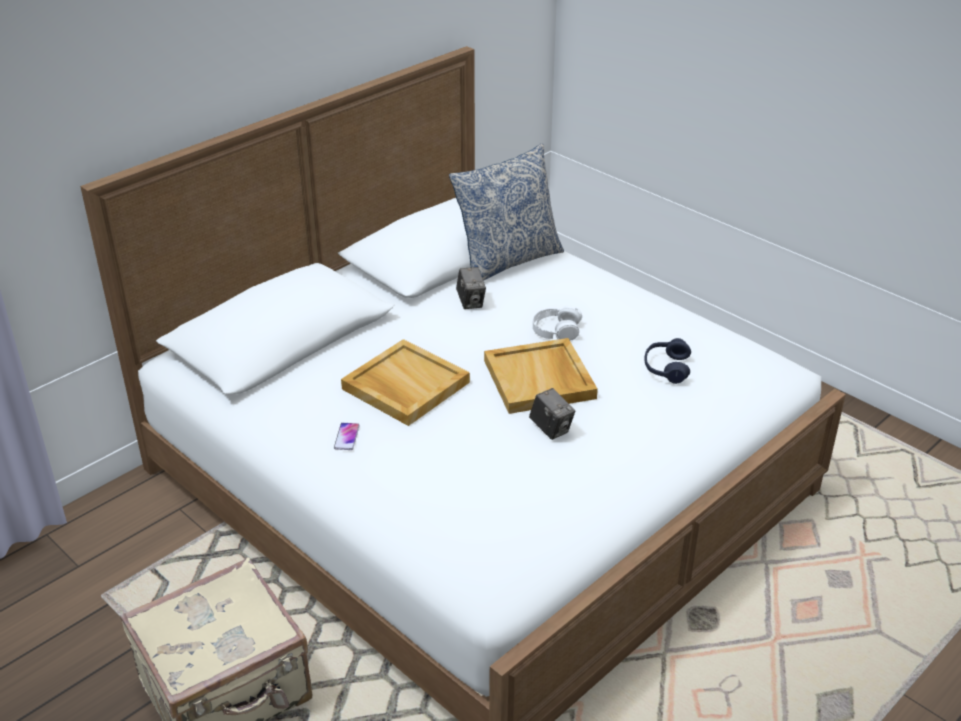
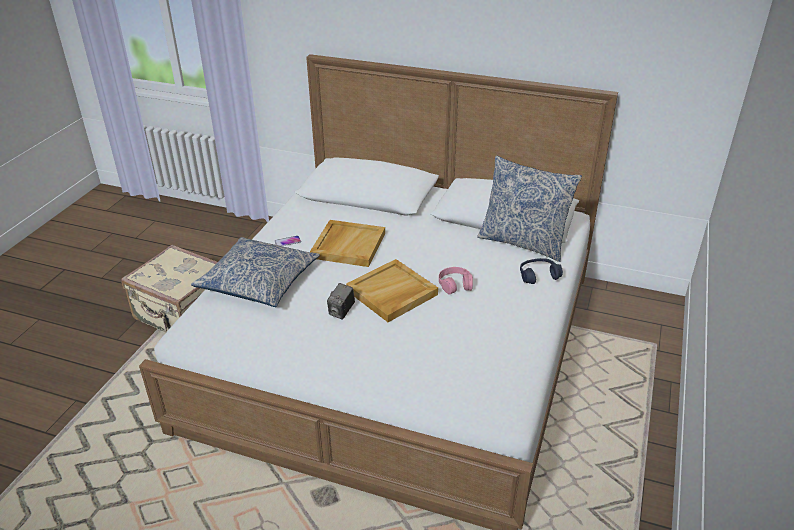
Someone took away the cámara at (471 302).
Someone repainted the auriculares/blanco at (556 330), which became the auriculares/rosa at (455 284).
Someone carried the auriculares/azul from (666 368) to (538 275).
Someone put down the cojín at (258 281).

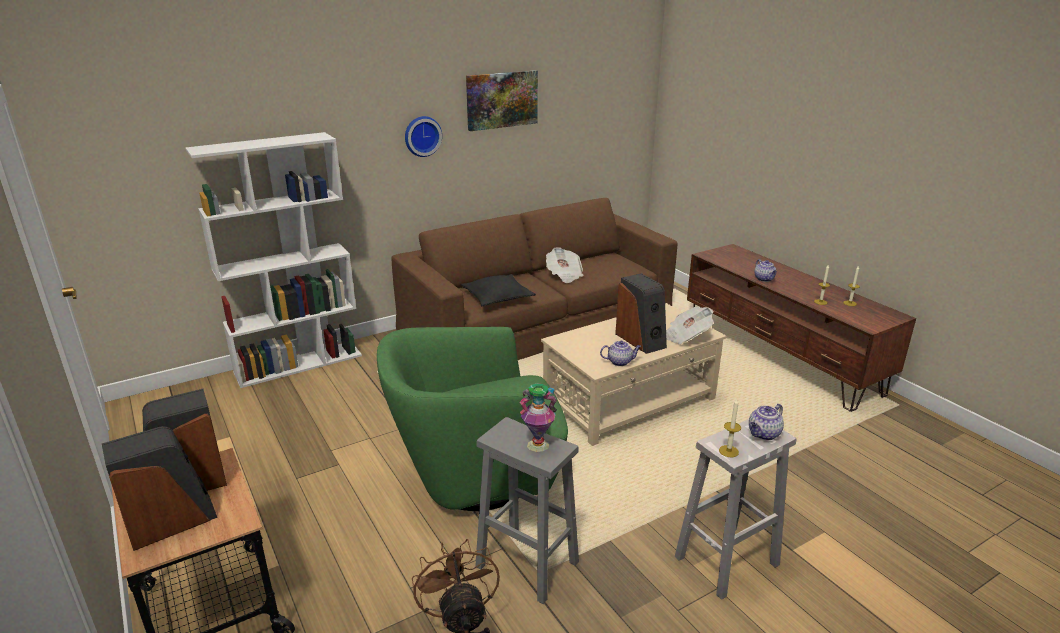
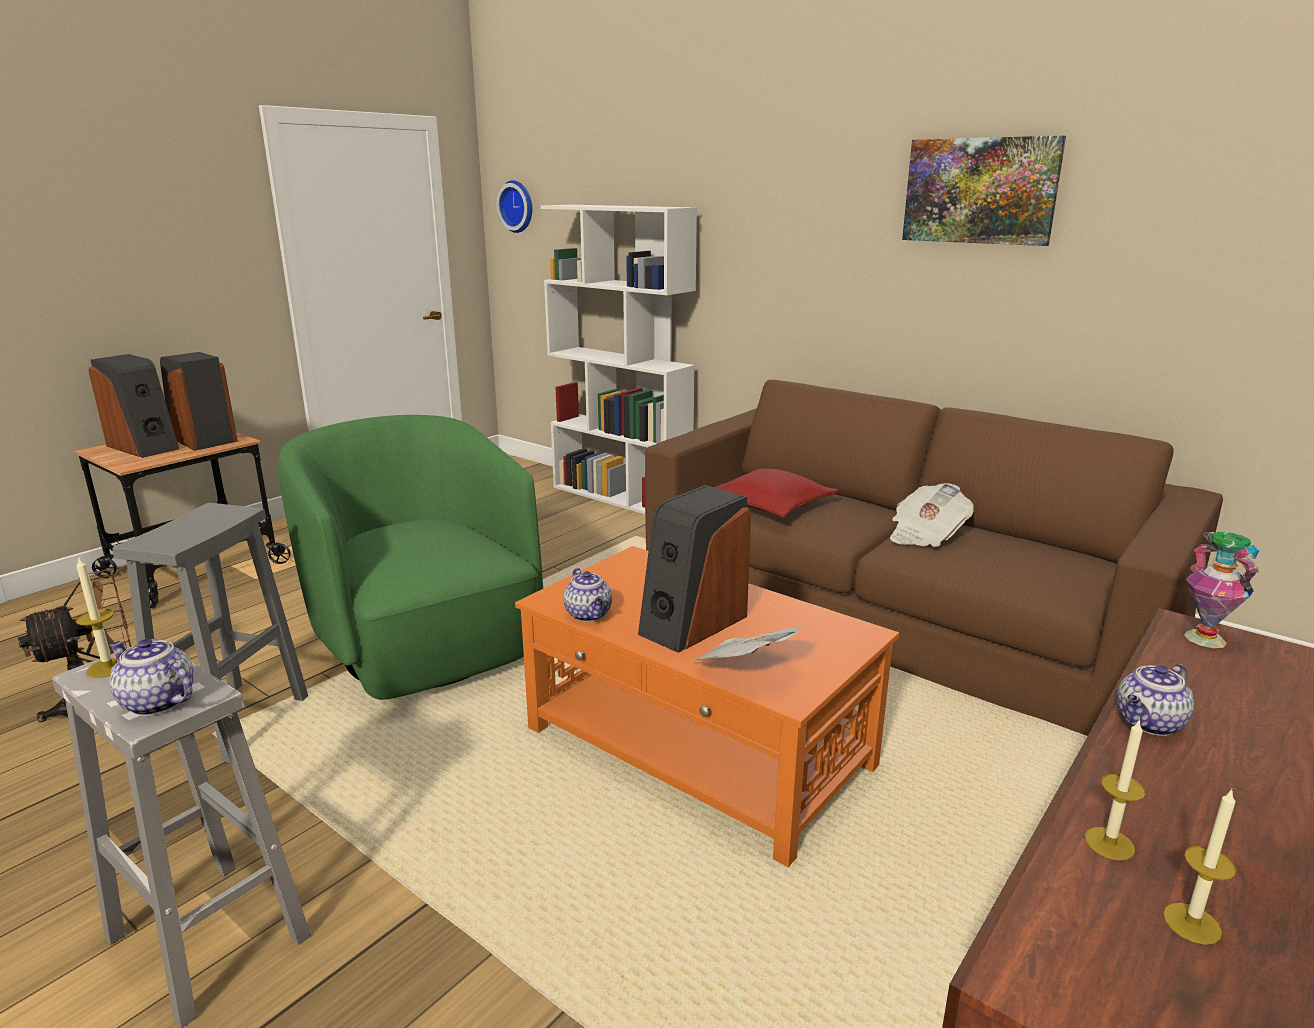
Someone carried the reloj de pared from (422 136) to (518 206).
Someone repainted the cojín/negro at (497 297), which became the cojín/rojo at (770 505).
Someone carried the florero from (538 445) to (1205 639).
Someone repainted the mesa de centro/beis at (630 400), which became the mesa de centro/naranja at (698 747).

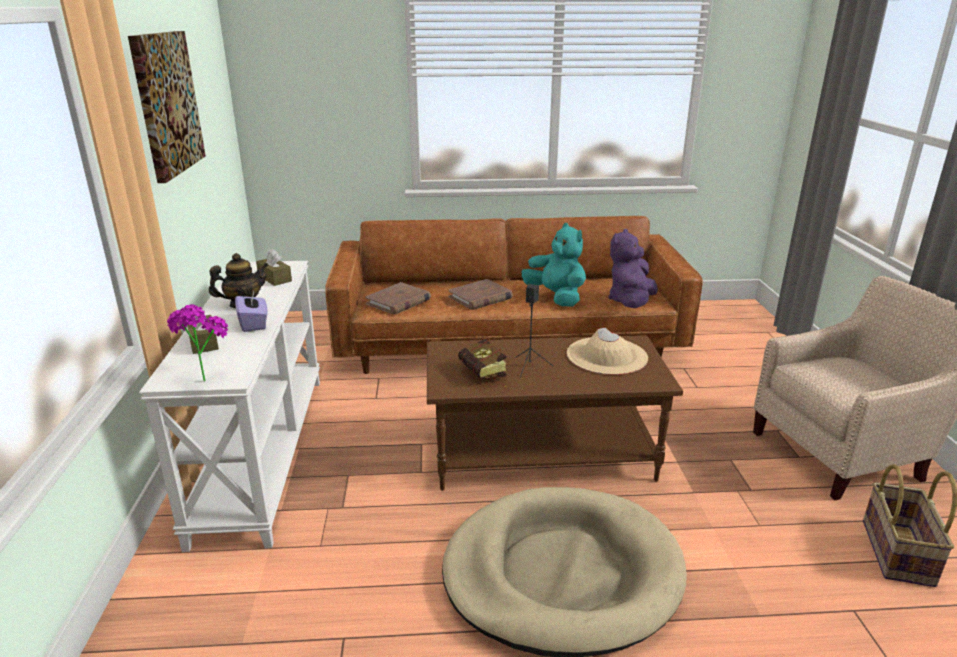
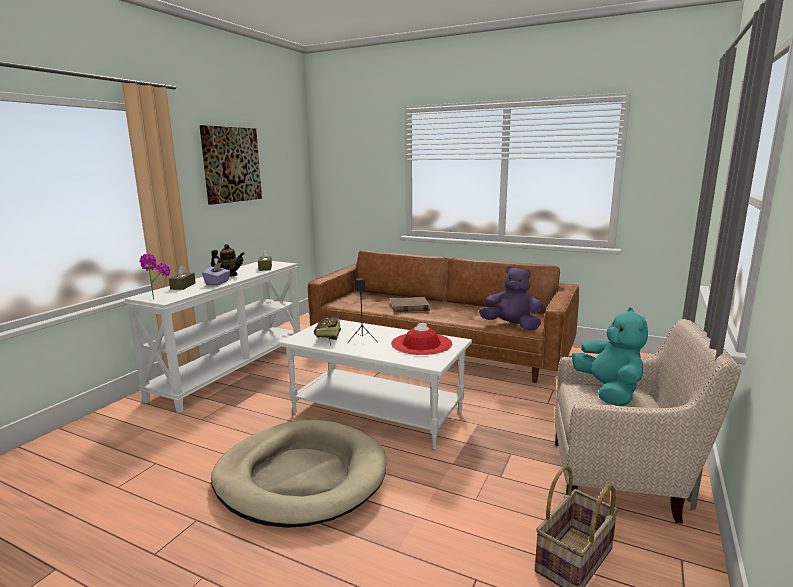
Someone took away the libro/marrón at (398 301).
Someone repainted the mesa de centro/marrón at (543 454), which became the mesa de centro/blanco at (378 412).
Someone carried the peluche/turquesa from (556 297) to (608 392).
Someone repainted the sombrero/beis at (606 356), which became the sombrero/rojo at (421 344).
Someone rotated the peluche/morado at (631 302) by 60 degrees clockwise.

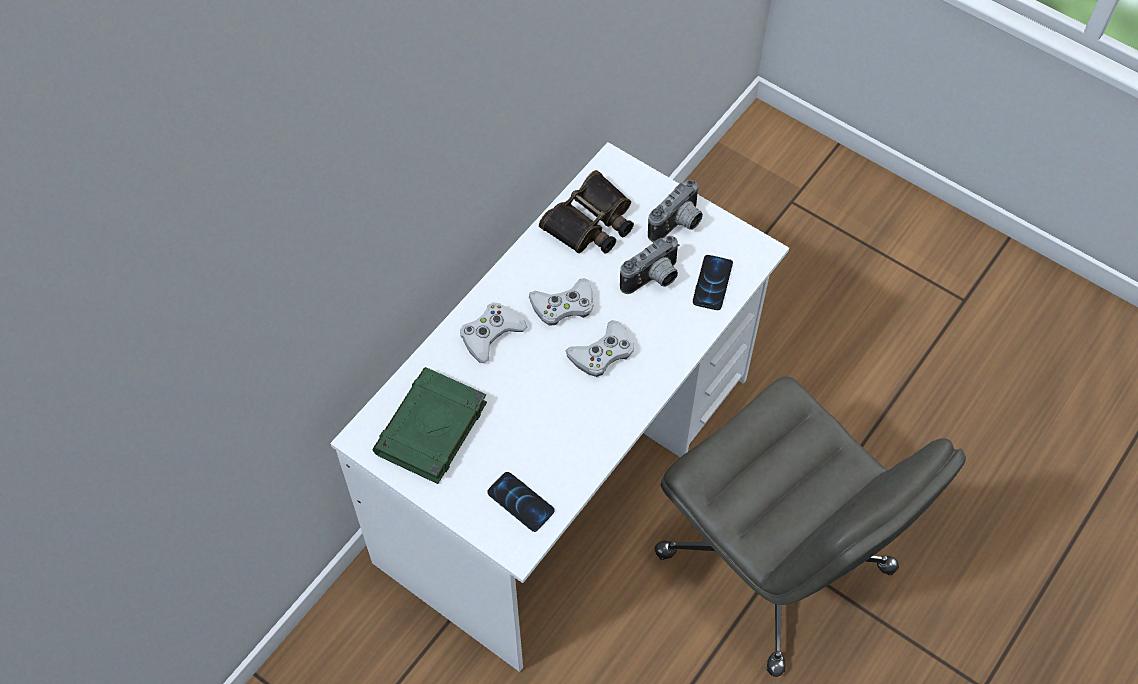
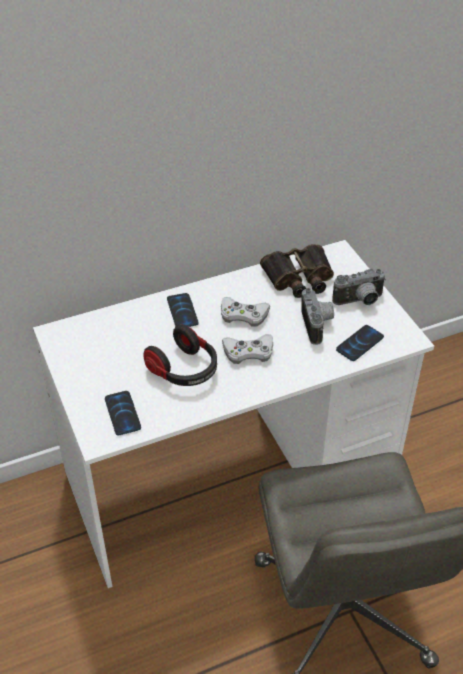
Someone took away the libro/verde at (431 430).
Someone swapped the mando de consola/blanco at (491 334) for the móvil at (182 311).
Someone rotated the cámara at (653 280) by 90 degrees counterclockwise.
Someone put down the auriculares at (184 370).

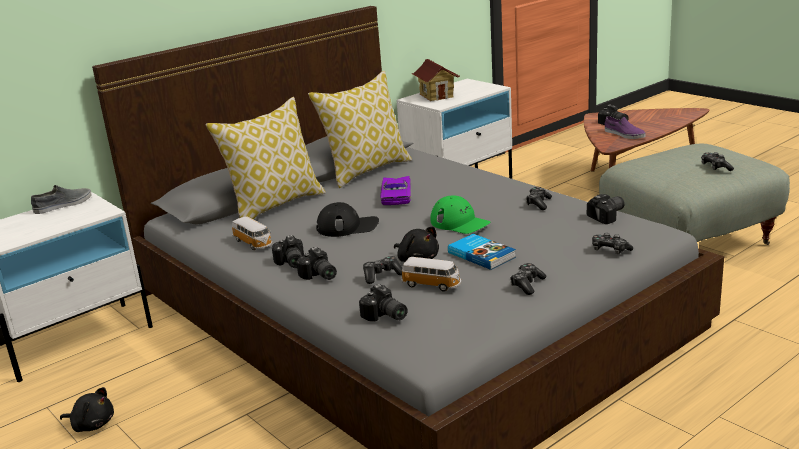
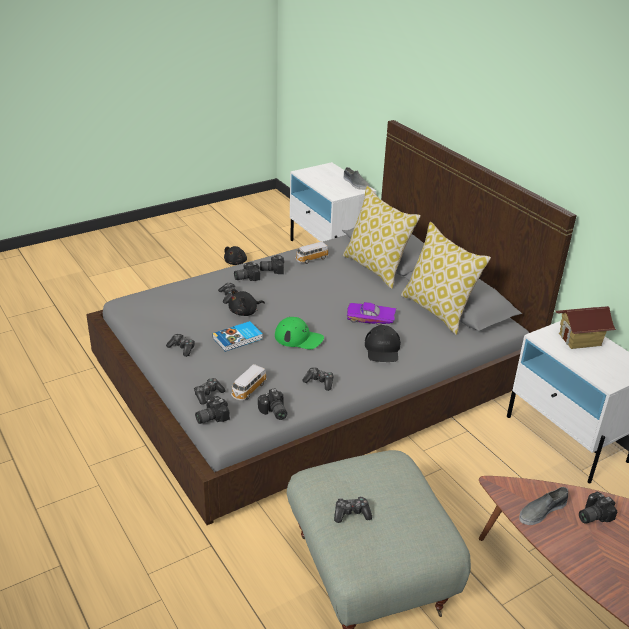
Someone carried the gorra/negro from (348 226) to (382 349).
Someone carried the cámara from (385 316) to (210 417).
Someone carried the coche de juguete from (432 284) to (248 390).
Someone rotated the gorra/verde at (460 223) by 120 degrees counterclockwise.
Someone repainted the zapato/morado at (624 134), which became the zapato/gris at (542 511).

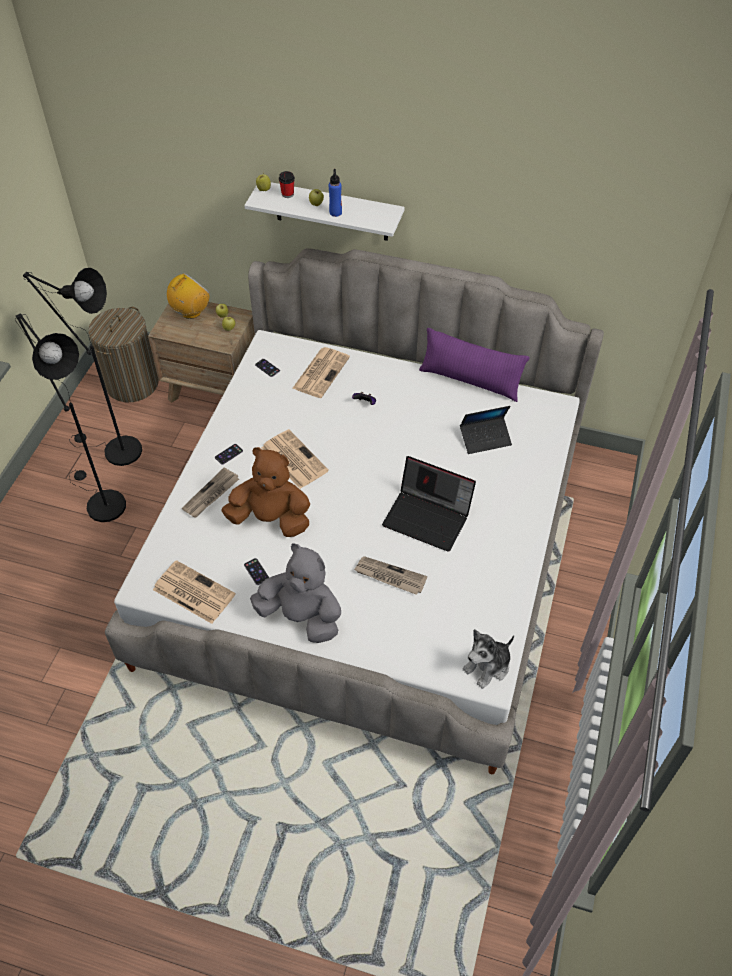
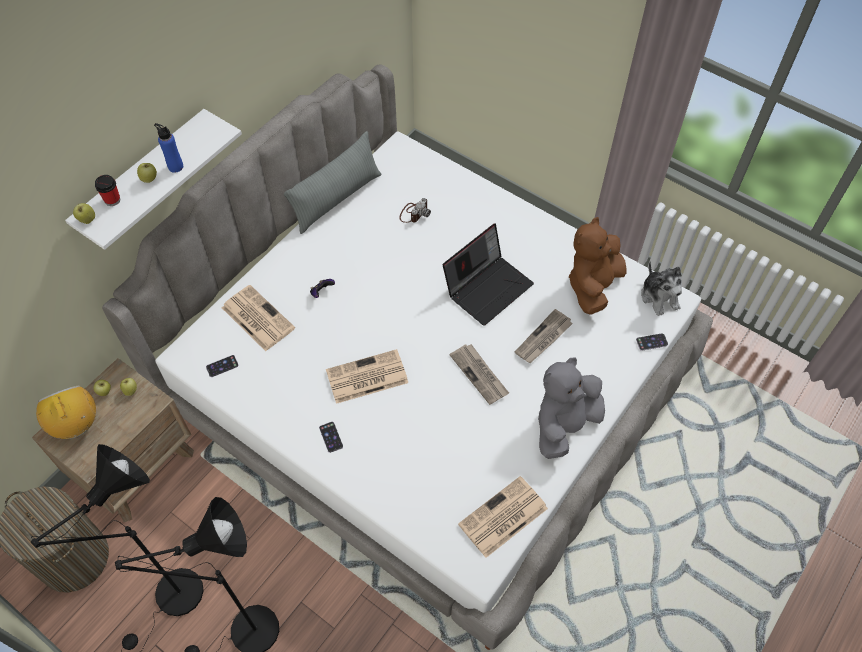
Someone carried the periódico from (211 495) to (480 375).
Someone carried the peluche/marrón from (271 519) to (593 286).
Someone carried the móvil from (256 571) to (651 342).
Someone repainted the cojín/morado at (470 381), which became the cojín/gris at (336 199).
Someone swapped the portátil at (485 439) for the cámara at (414 213).

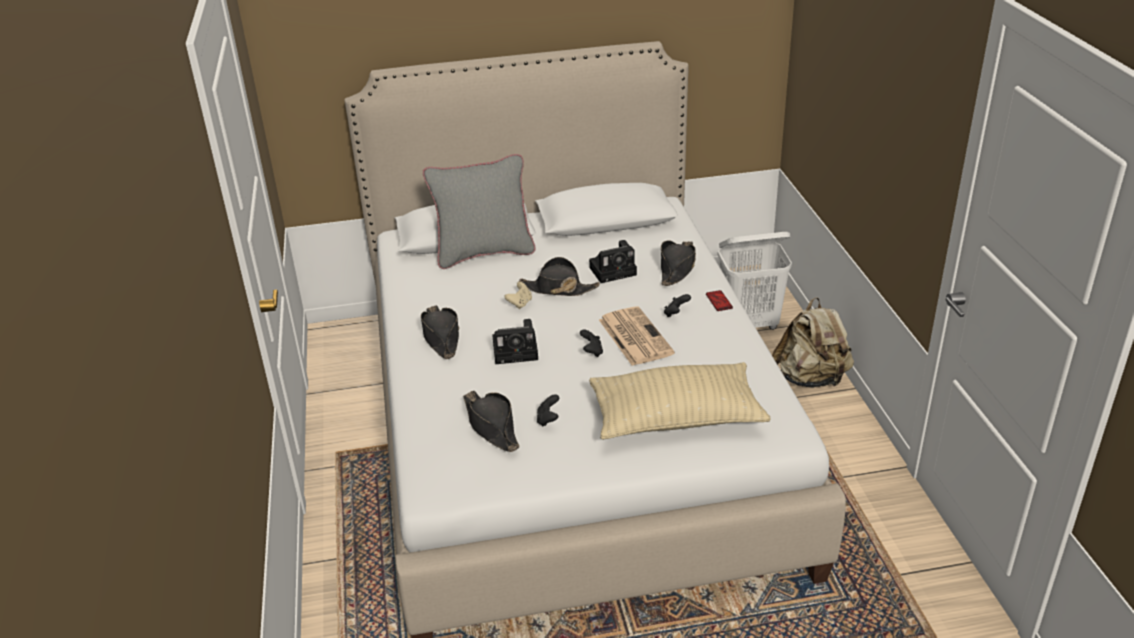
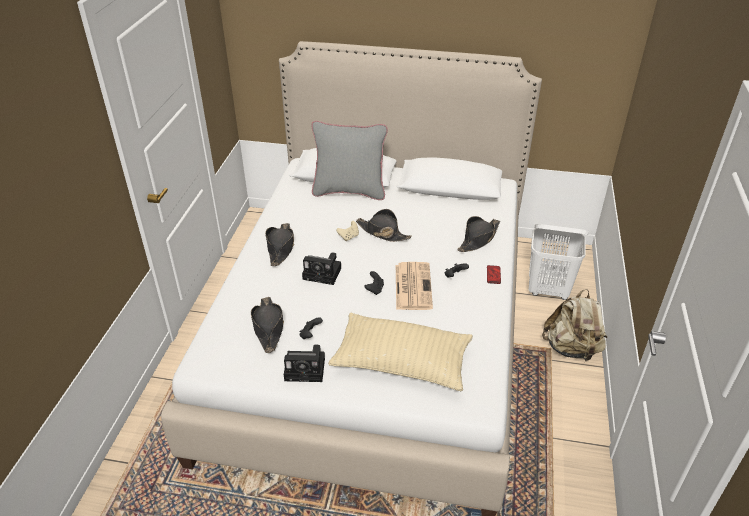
Someone carried the cámara from (614 270) to (307 369).

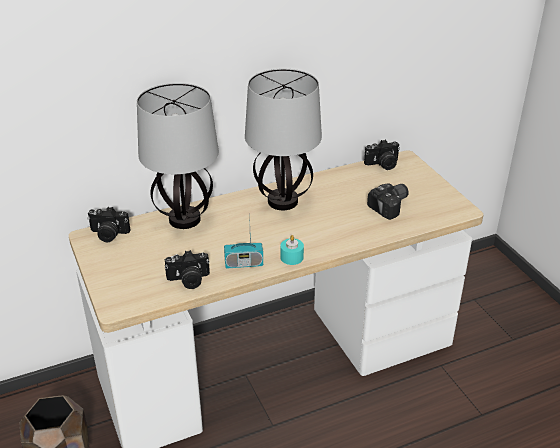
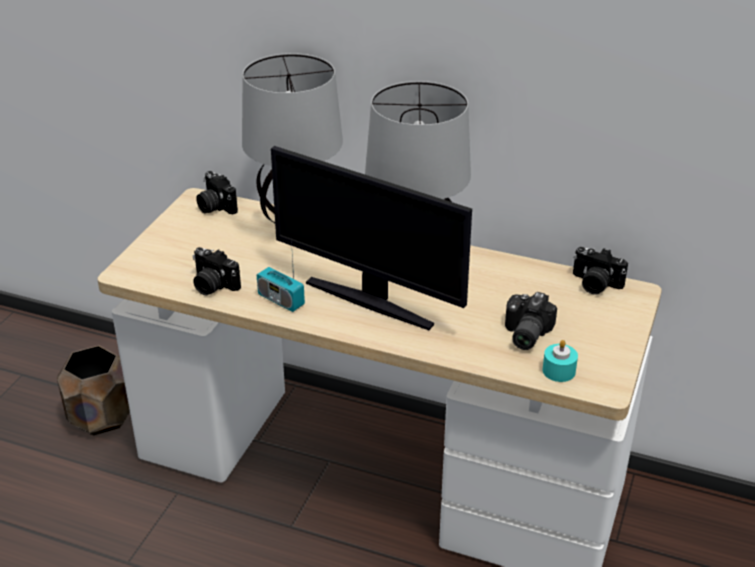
Someone carried the vela/turquesa from (291 257) to (559 371).
Someone rotated the cámara at (391 206) by 105 degrees clockwise.
Someone put down the monitor at (371 301).

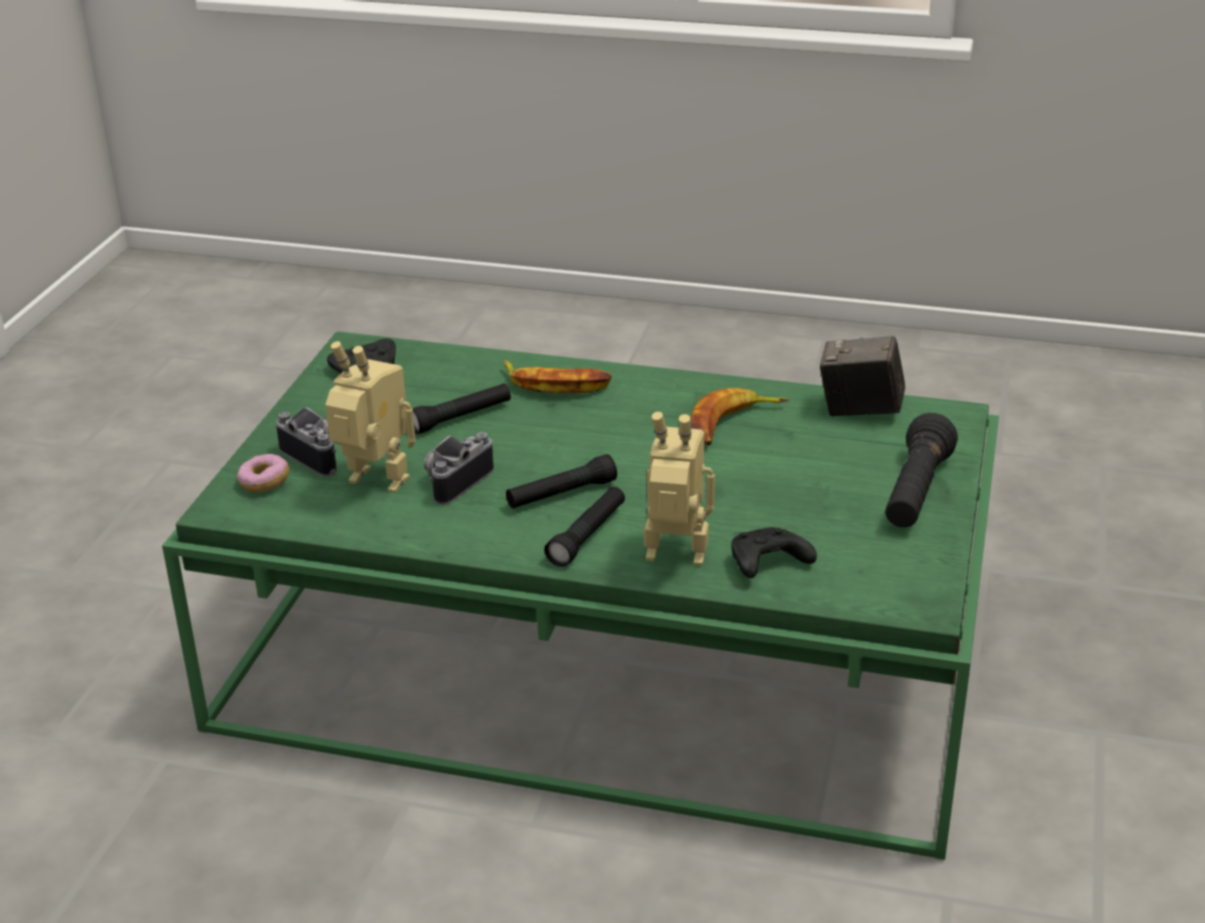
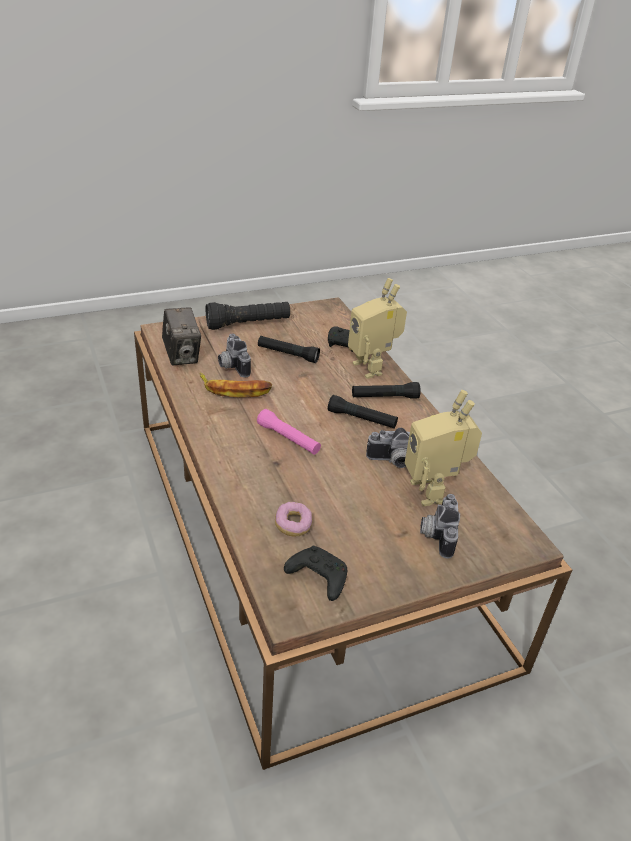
Someone repainted the mesa de centro/verde at (602 660), which became the mesa de centro/marrón at (308 534).
Someone carried the rosquilla from (264 483) to (293 525).
Someone carried the linterna/negro from (461 417) to (288 354).
Someone took away the plátano at (556 384).
Someone put down the cámara at (231 366).
Someone put down the linterna/rosa at (288 439).

